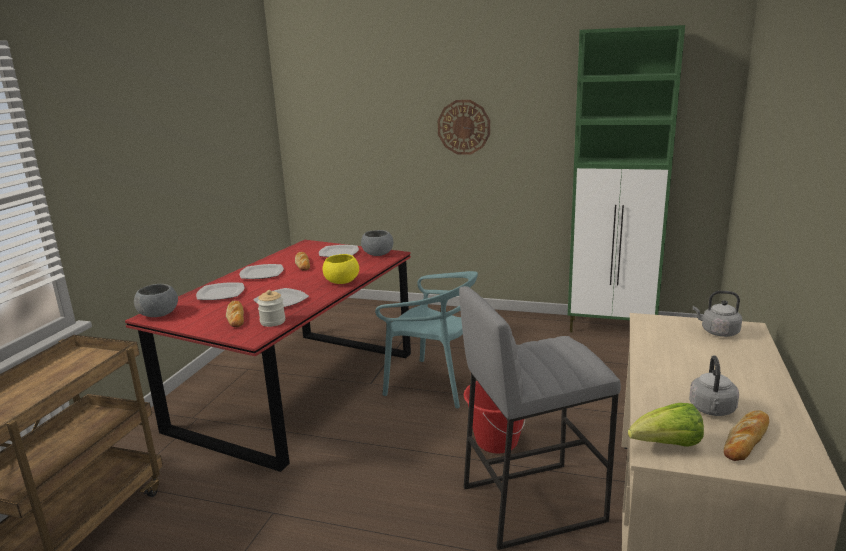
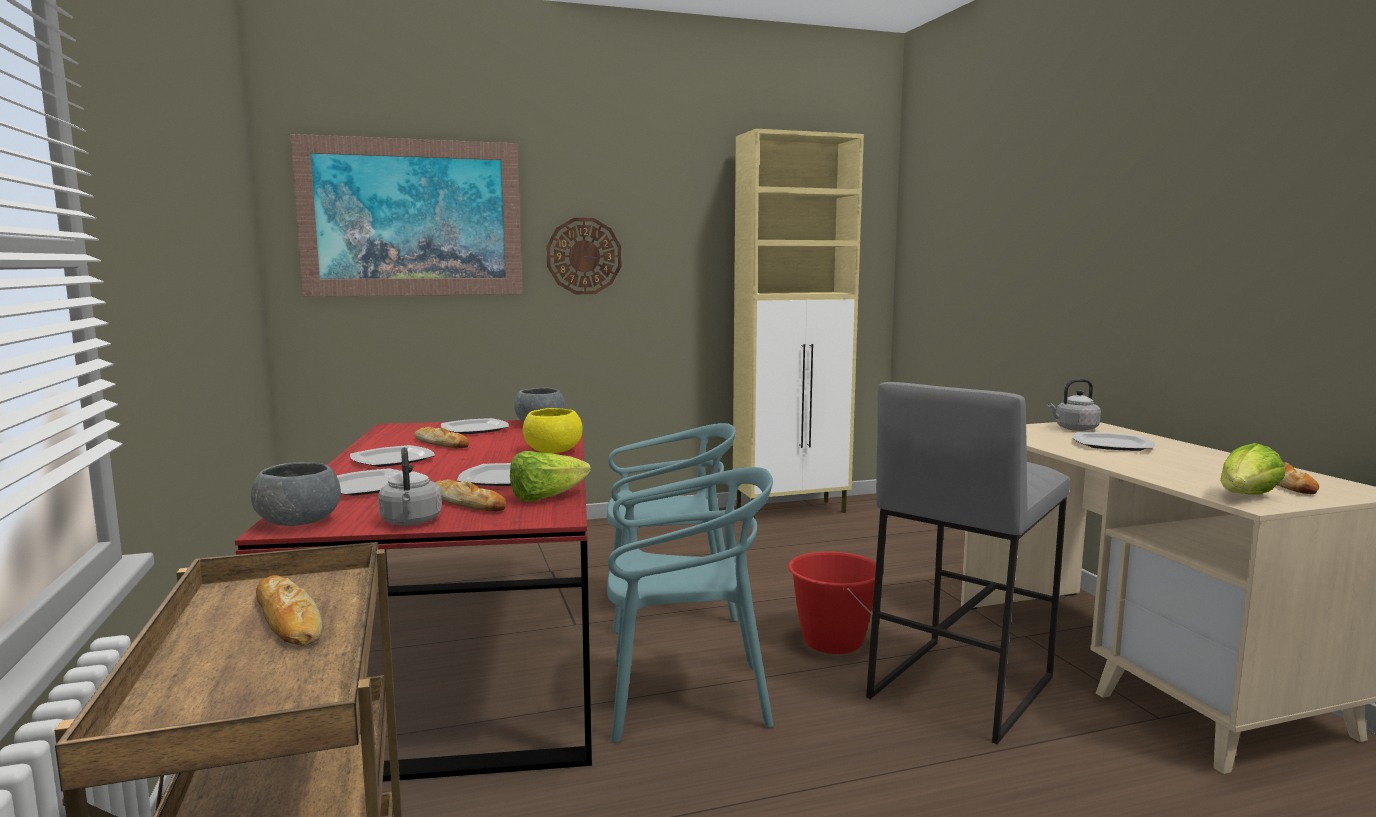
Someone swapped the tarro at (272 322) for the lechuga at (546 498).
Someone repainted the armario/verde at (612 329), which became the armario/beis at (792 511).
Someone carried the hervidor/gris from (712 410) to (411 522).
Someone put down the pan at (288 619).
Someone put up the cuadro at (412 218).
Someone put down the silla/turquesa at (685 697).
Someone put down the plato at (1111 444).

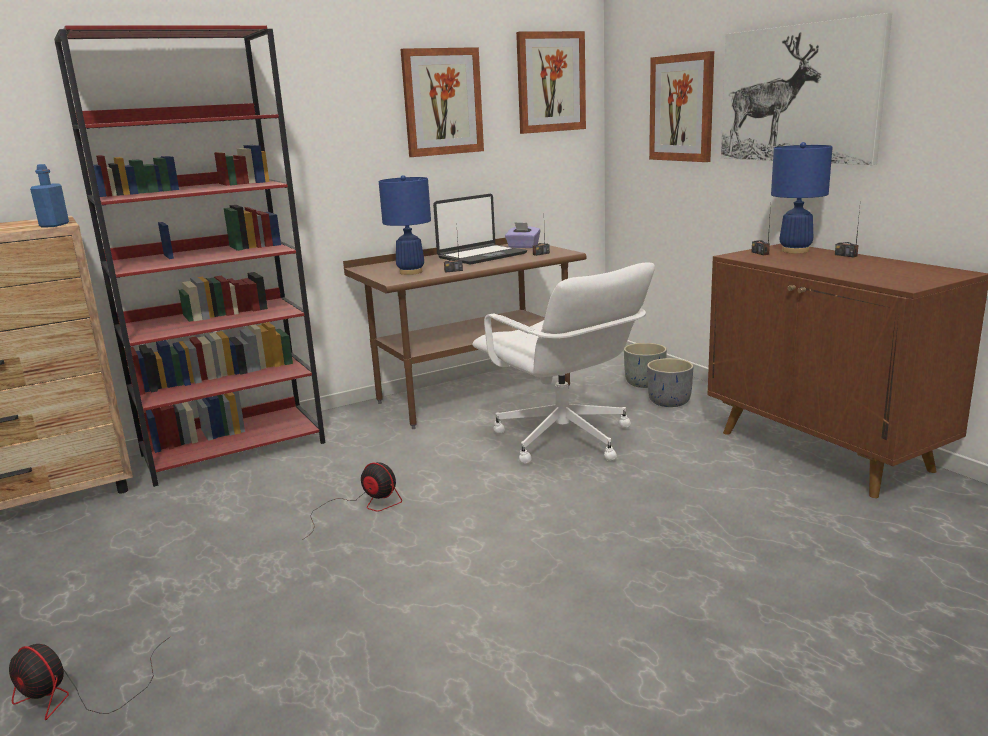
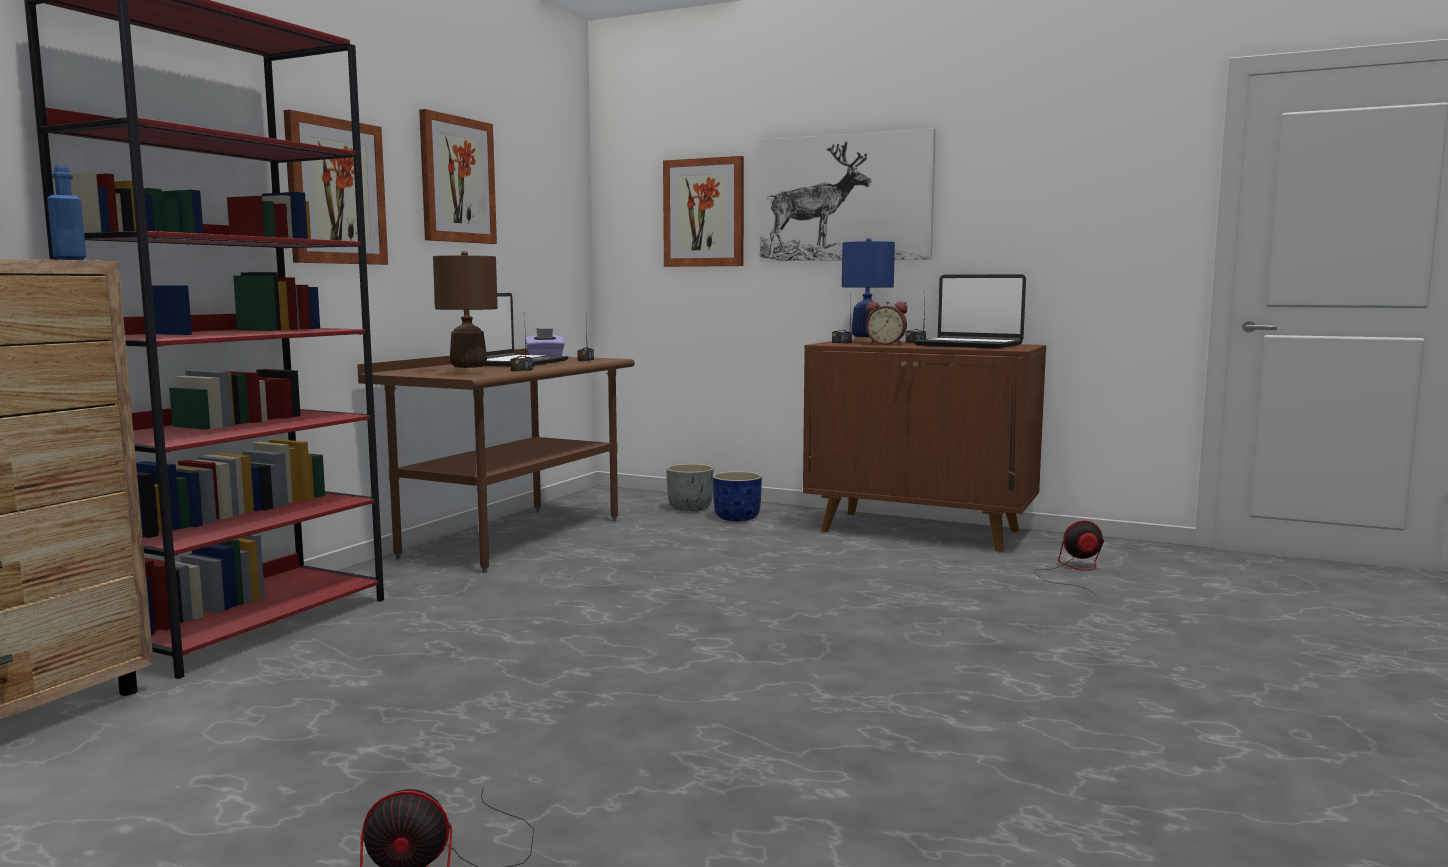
Someone carried the ventilador from (360 508) to (1073 571).
Someone repainted the lámpara de mesa/azul at (411 272), which became the lámpara de mesa/marrón at (469 372).
Someone took away the silla de oficina/blanco at (563 440).
Someone carried the cuadro from (550 82) to (336 192).
Someone repainted the maceta/gris at (670 402), which became the maceta/azul at (737 517).
Someone put down the despertador at (886 344).
Someone put down the portátil at (968 345).

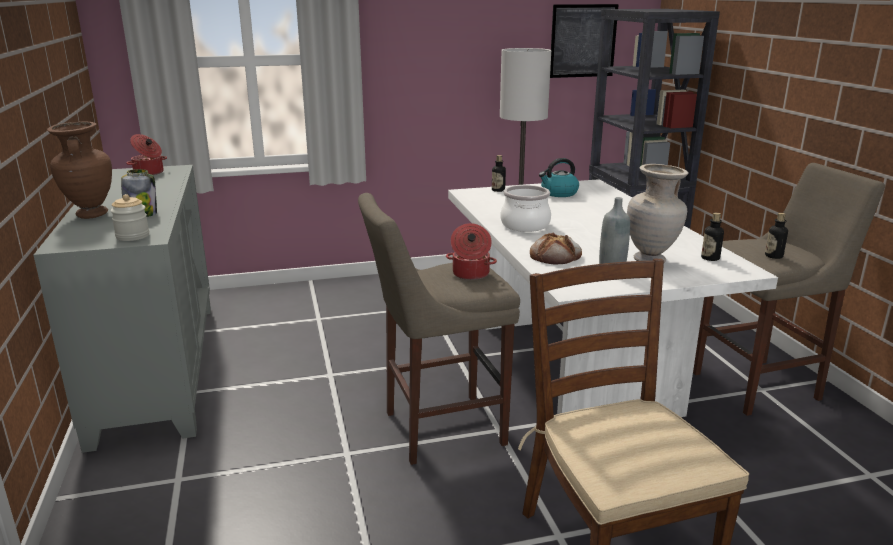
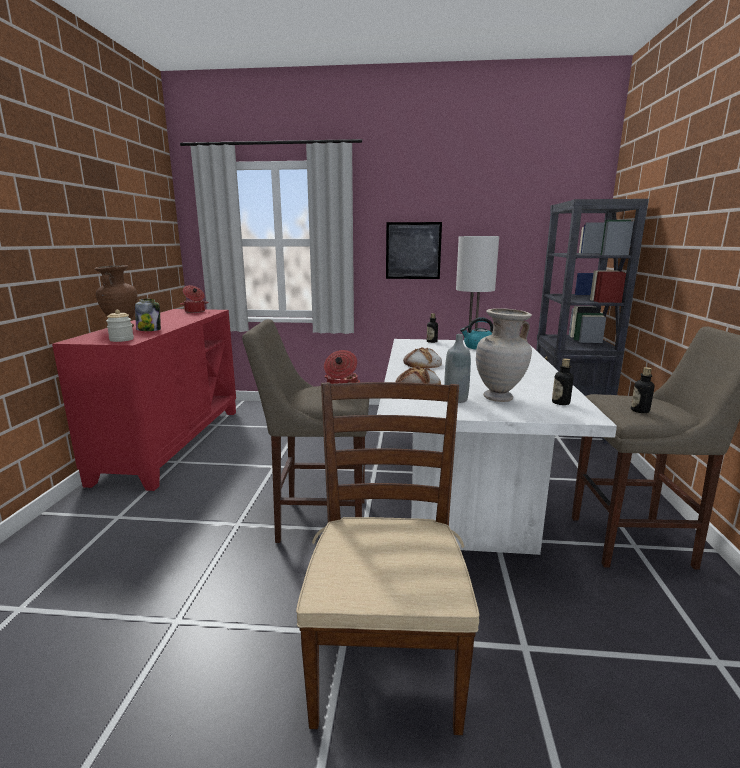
Someone repainted the armario/gris at (156 368), which became the armario/rojo at (172 443).
Someone swapped the olla at (525 225) for the pan at (422 364).
Someone carried the cuadro from (583 41) to (413 250).

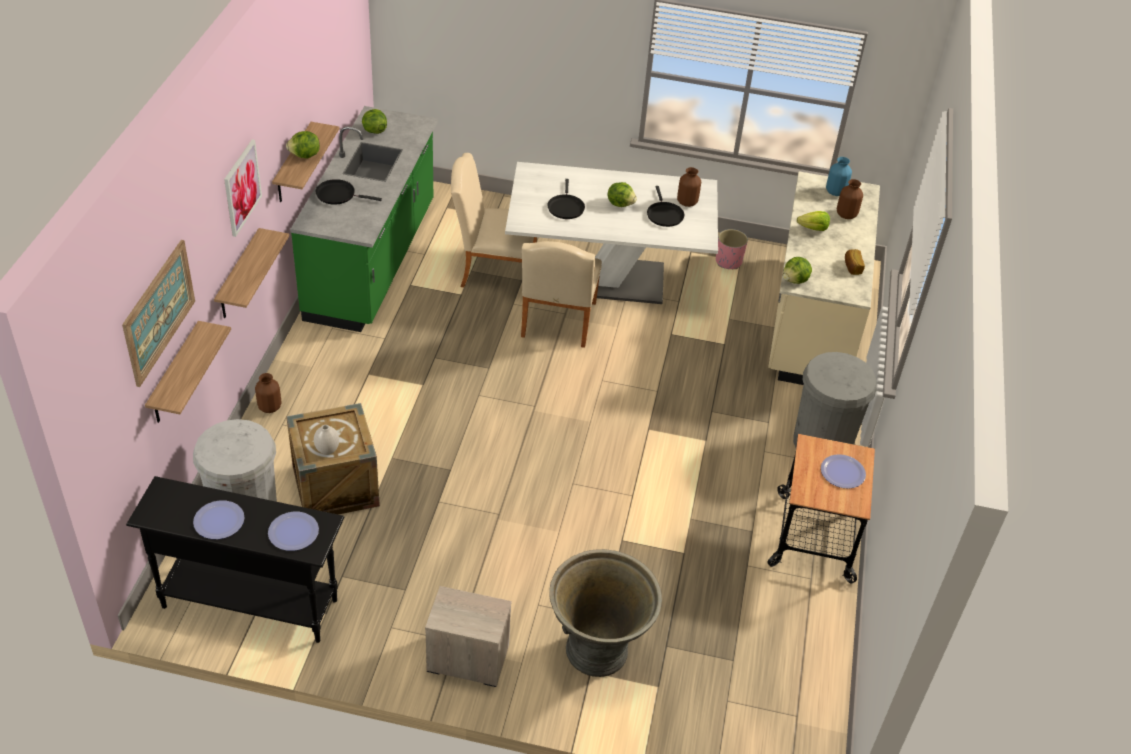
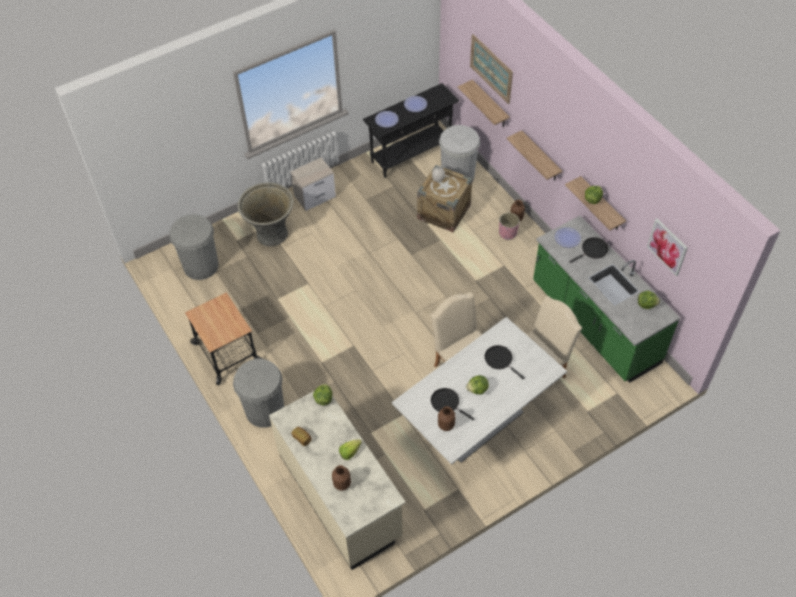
Someone carried the cuadro from (242 187) to (667 247).
Someone carried the maceta/rosa from (728 261) to (508 233).
Someone carried the plato from (842 472) to (567 238).
Someone took away the florero/azul at (835 192).
Someone put down the papelera/gris at (201 266).

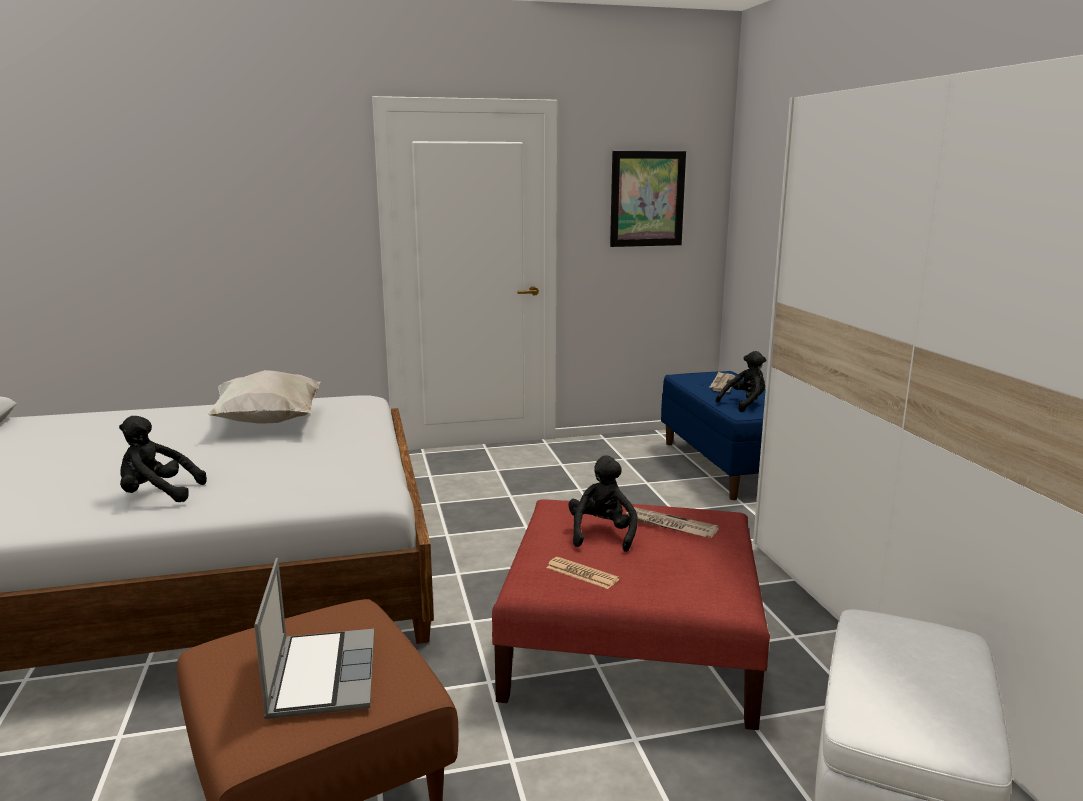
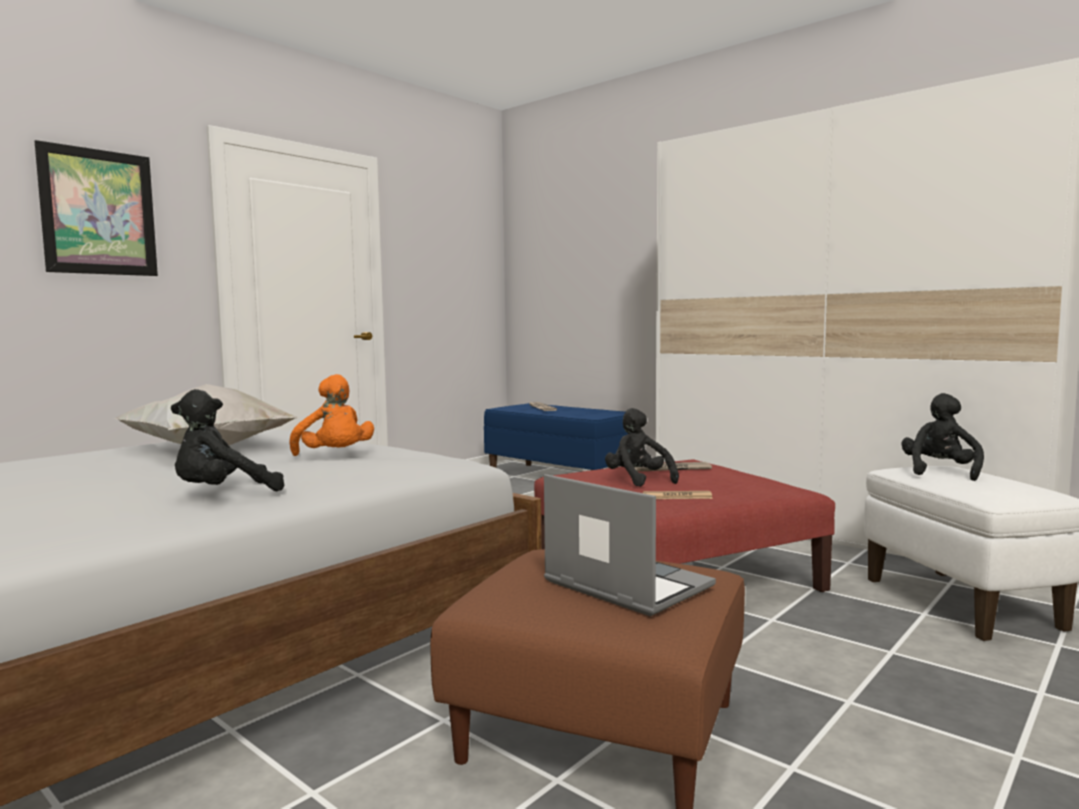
Someone carried the cuadro from (647 199) to (99 212).
Someone carried the peluche/negro from (744 404) to (940 472).
Someone put down the peluche/naranja at (334 457).

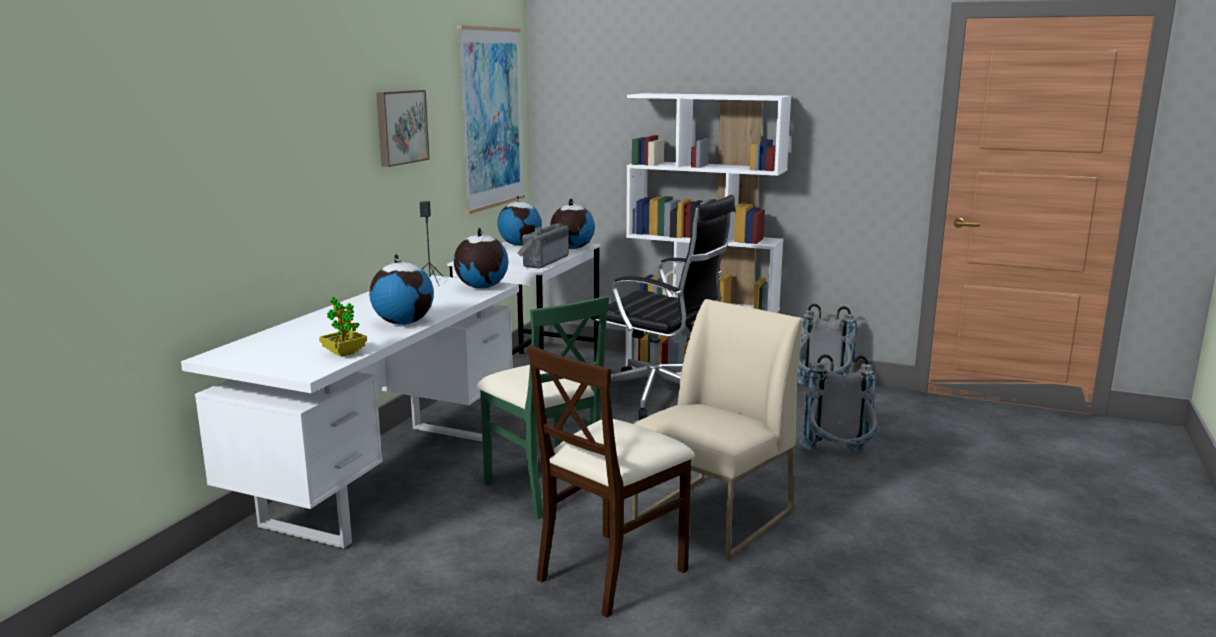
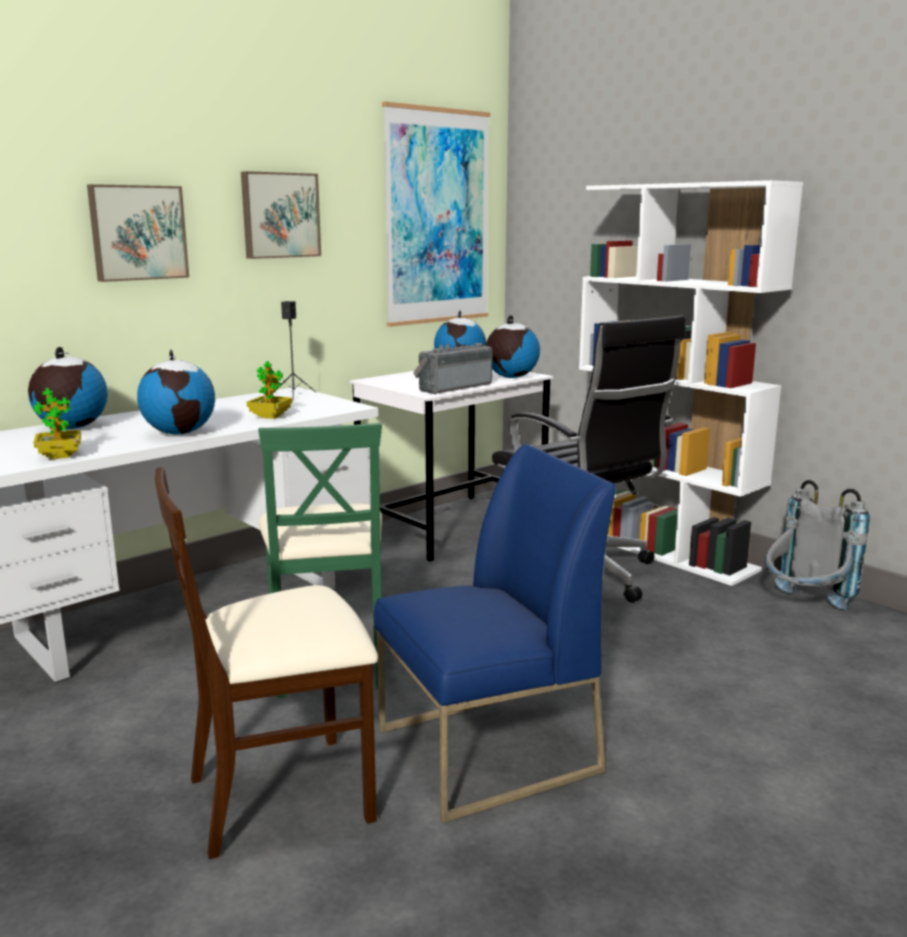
Someone carried the globo terráqueo from (481 287) to (71 428).
Someone repainted the silla/beis at (713 517), which became the silla/azul at (487 752).
Someone took away the mochila/gris at (838 461).
Someone put up the cuadro at (138 233).
Someone put down the planta en maceta at (270 416).

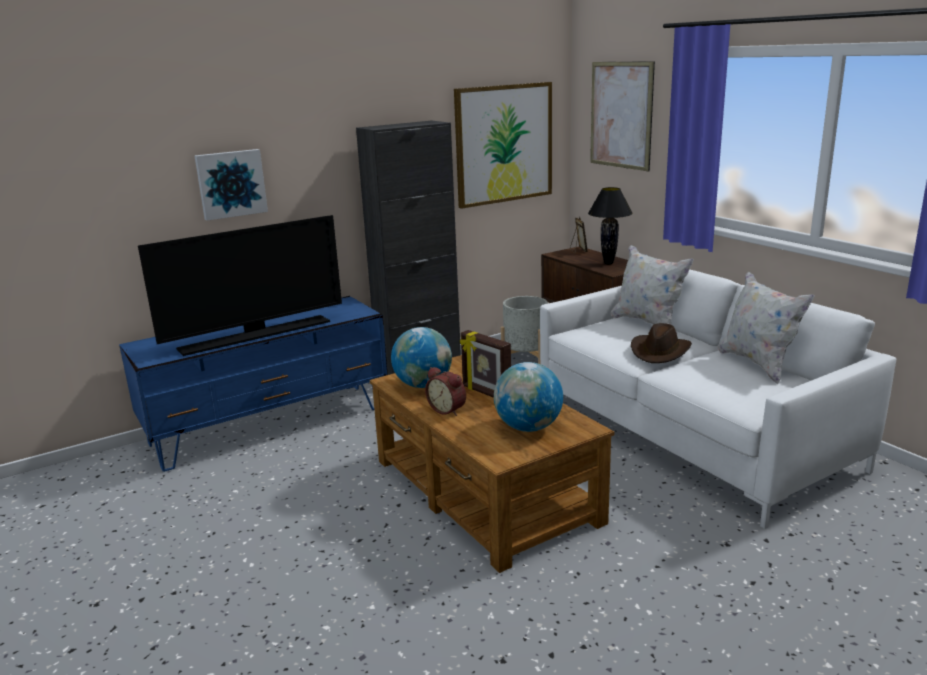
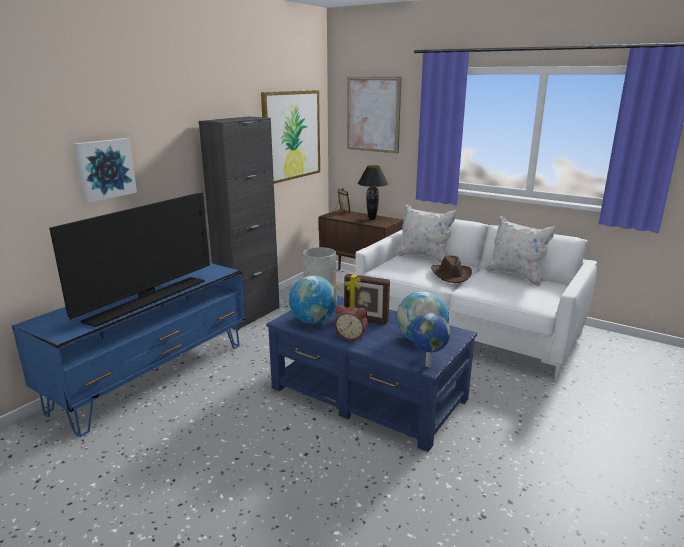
Someone repainted the mesa de centro/marrón at (484 491), which became the mesa de centro/azul at (368 394).
Someone put down the globo terráqueo at (427 365).

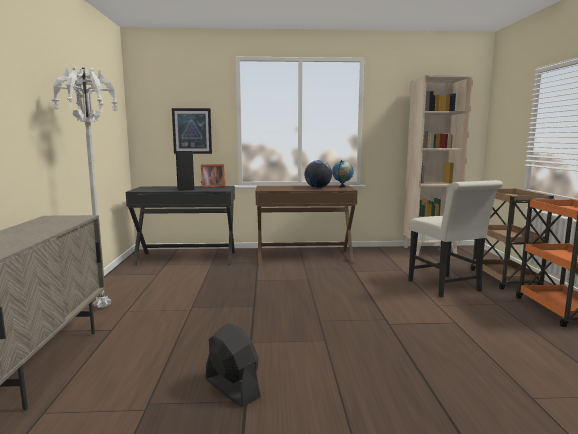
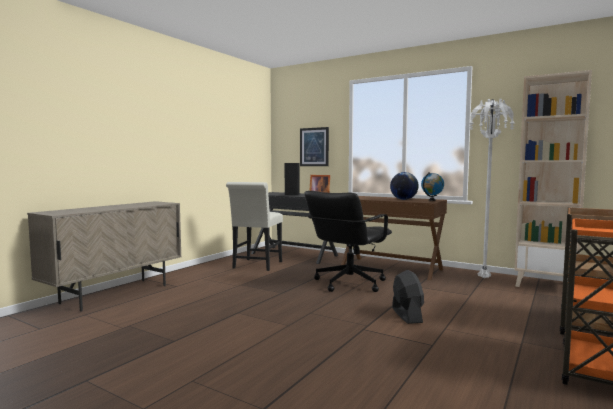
Someone carried the lámpara de pie/blanco from (104 307) to (485 278).
Someone carried the ventilador/negro from (232 388) to (406 315).
Someone carried the silla/blanco from (447 287) to (256 266).
Someone put down the silla de oficina/negro at (348 283).

